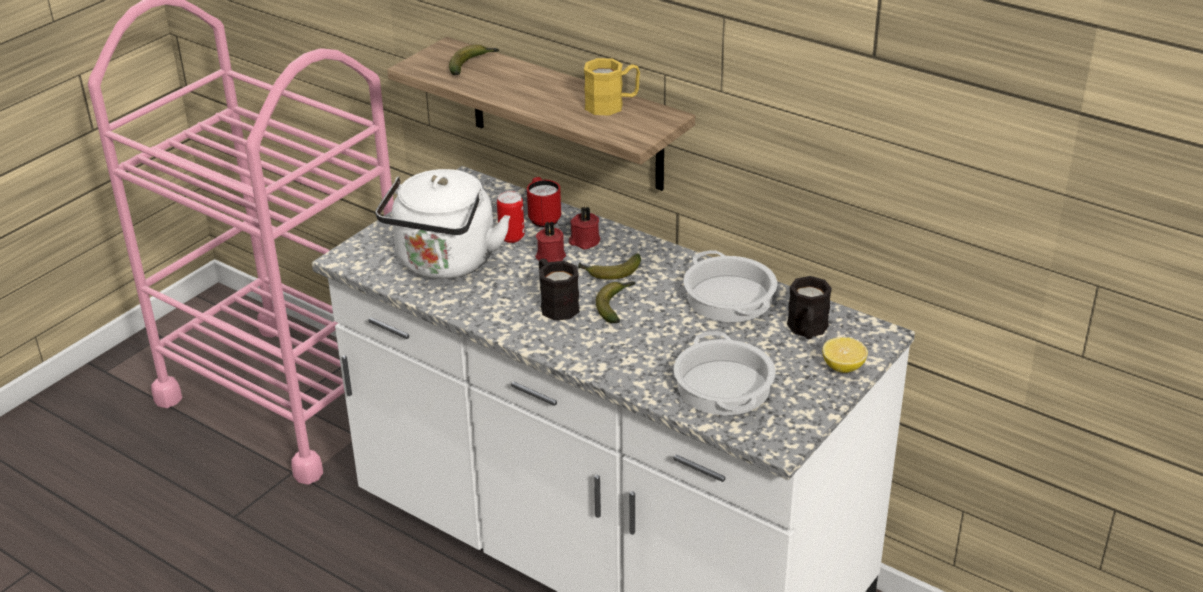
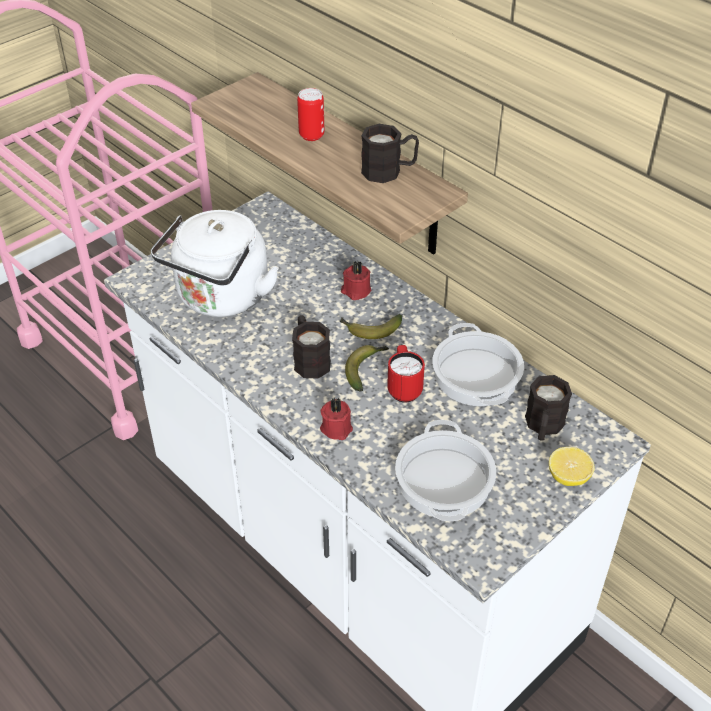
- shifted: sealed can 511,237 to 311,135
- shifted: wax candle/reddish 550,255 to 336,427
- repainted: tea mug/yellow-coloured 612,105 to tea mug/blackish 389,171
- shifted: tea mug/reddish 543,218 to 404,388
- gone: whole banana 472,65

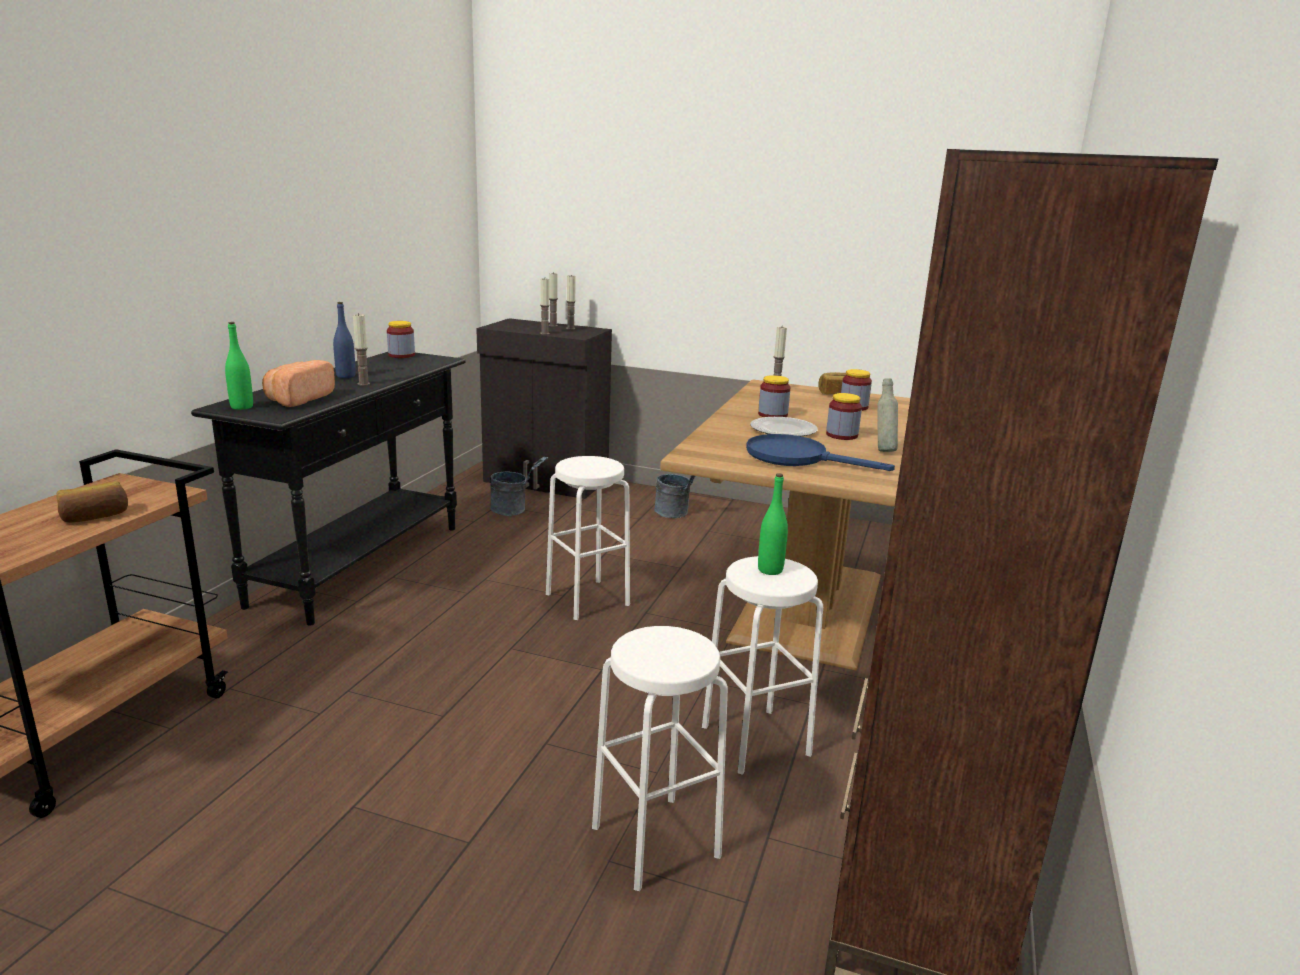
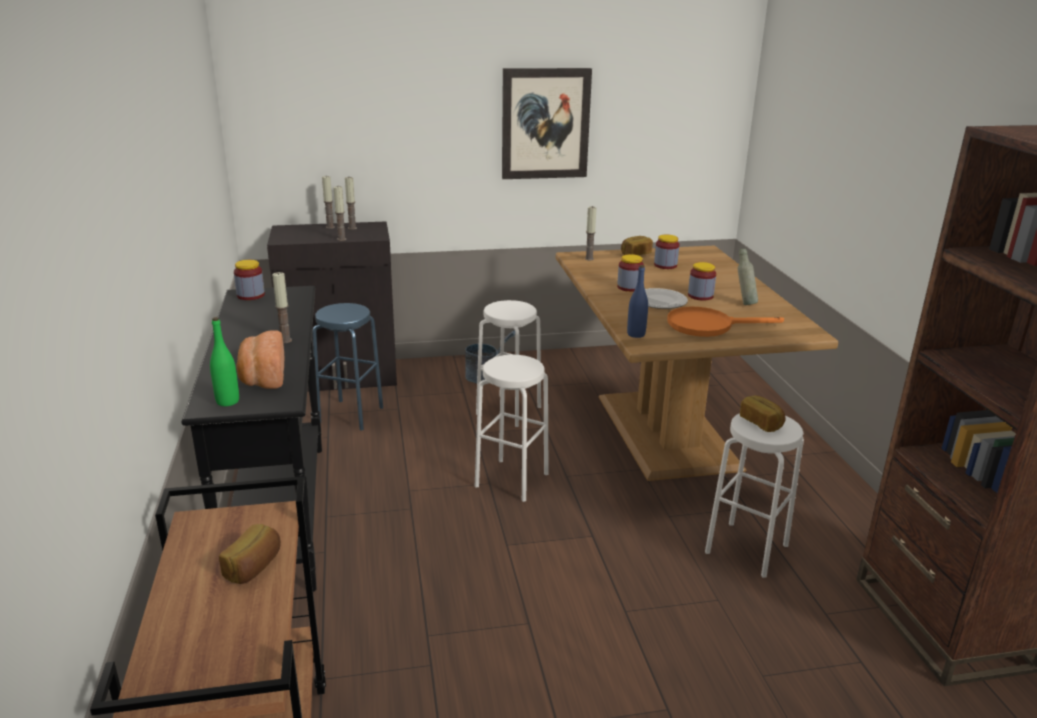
- swapped: water bucket/grey 514,510 to stool/blue-coloured 351,414
- shifted: stool/whitish 655,841 to 508,410
- new: wall art 545,124
- shifted: drink bottle/blue-coloured 346,376 to 636,334
- repainted: skillet/blue-coloured 797,458 to skillet/orange 708,326
- swapped: drink bottle/greenish 770,570 to bakery bread 761,423

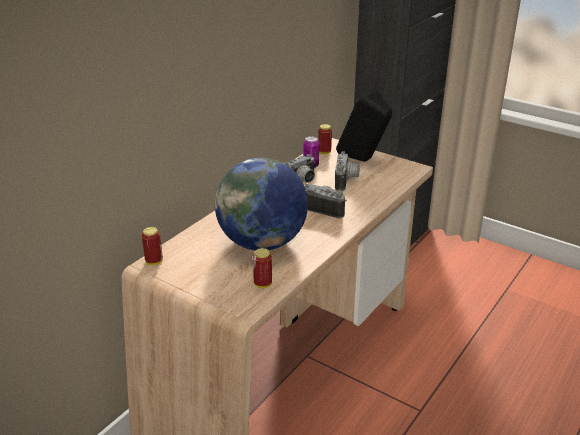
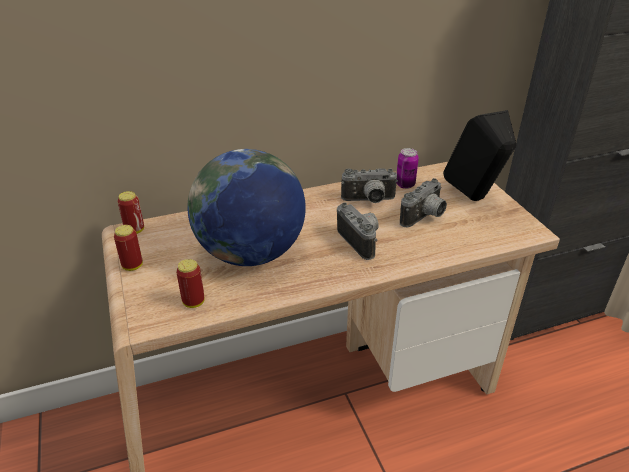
- shifted: sealed can 324,152 to 132,266

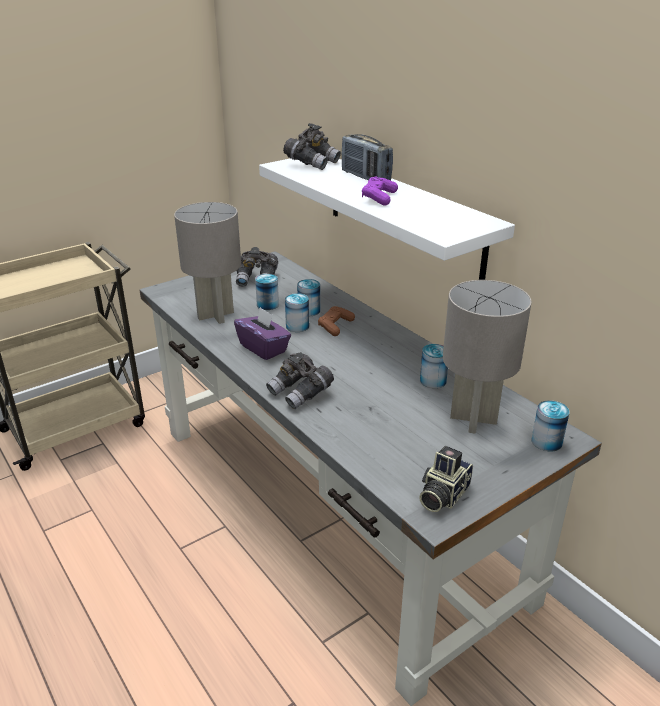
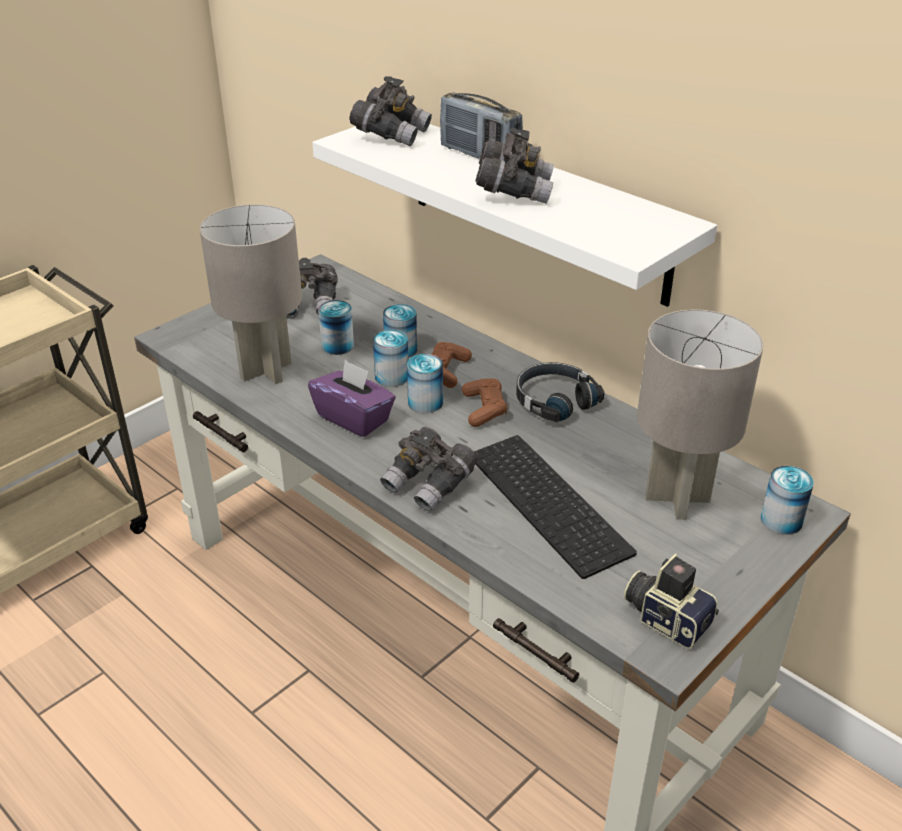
- shifted: sealed can 433,380 to 425,402
- new: joypad/brownish 484,409
- new: keyboard 552,503
- swapped: joypad/purple-coloured 379,198 to binoculars/grey 513,191
- new: headphones/blackish 554,400
- rotated: photo camera 442,495 = 667,618 105 degrees clockwise

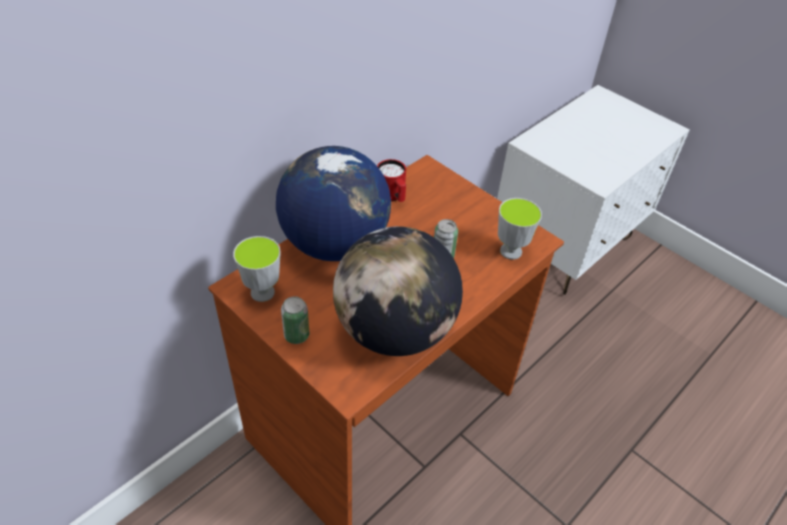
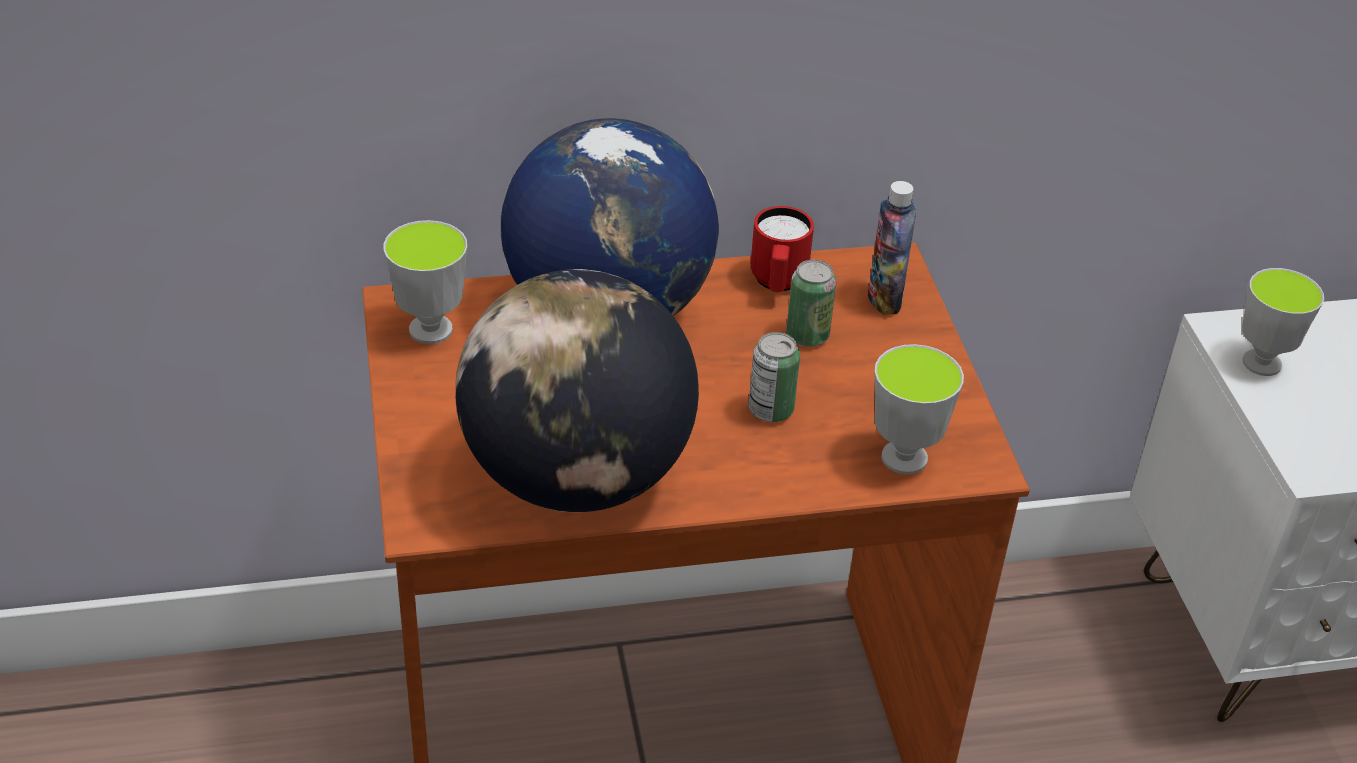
- shifted: sealed can 296,335 to 807,336
- new: drink bottle 884,299
- new: small cup 1261,363

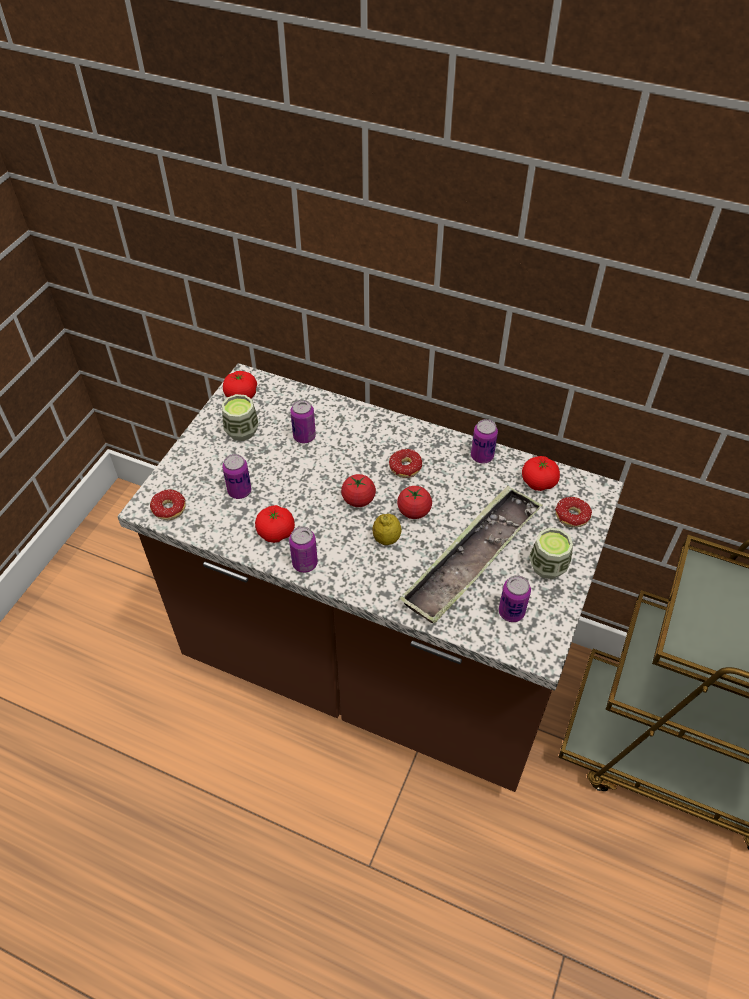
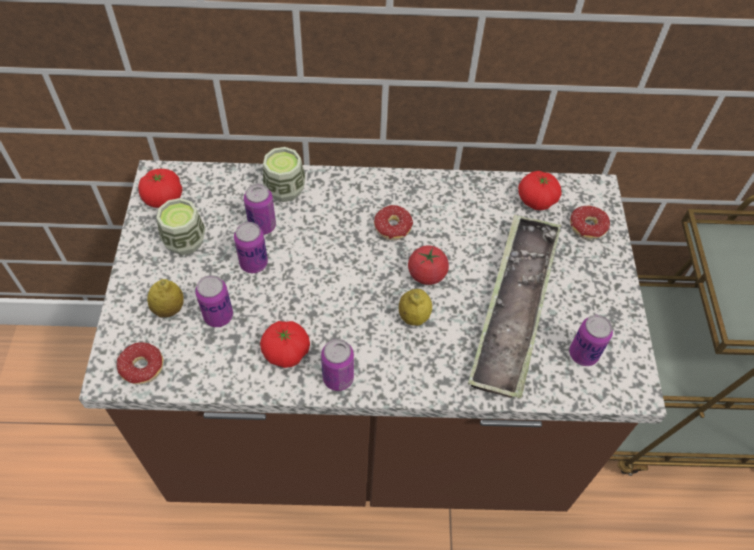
- new: whole lemon 169,309
- shifted: sealed can 482,456 to 254,263
- shifted: small cup 547,566 to 285,189
- gone: tomato 358,499

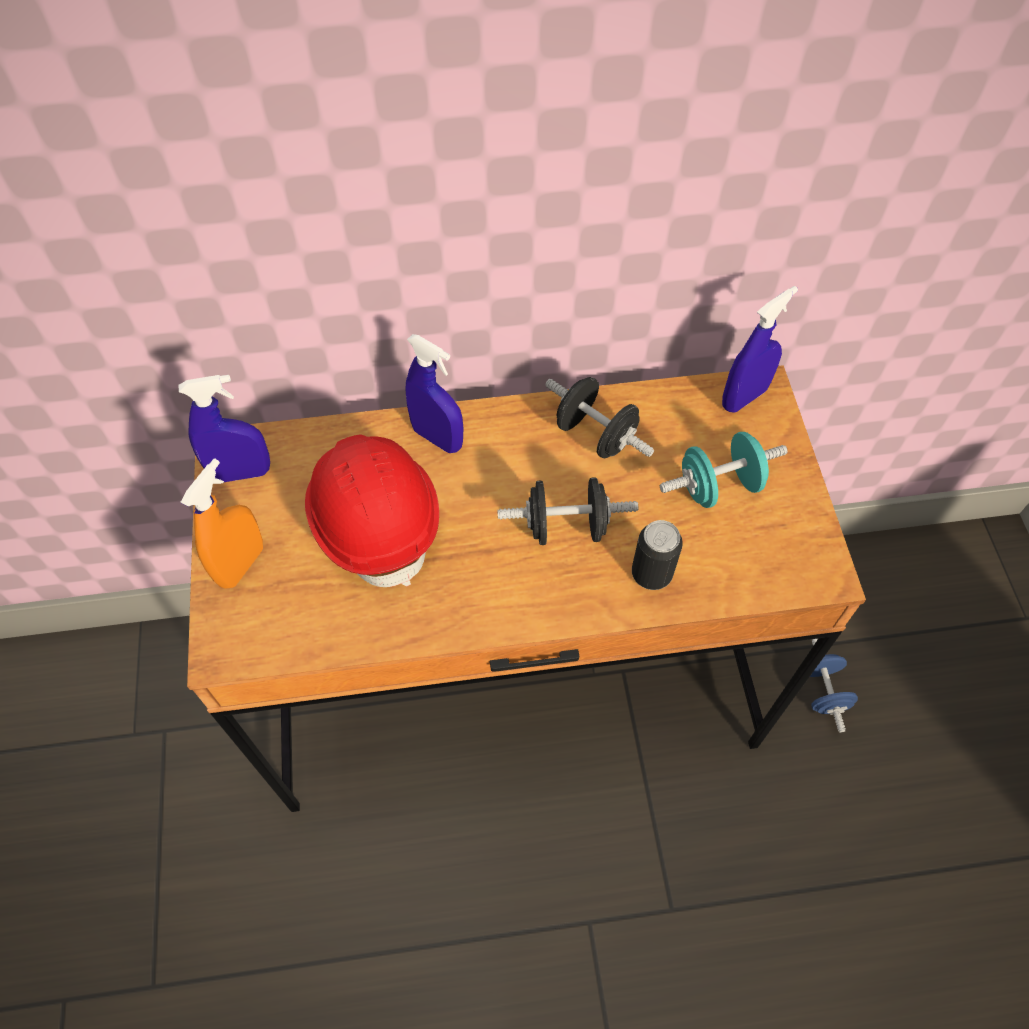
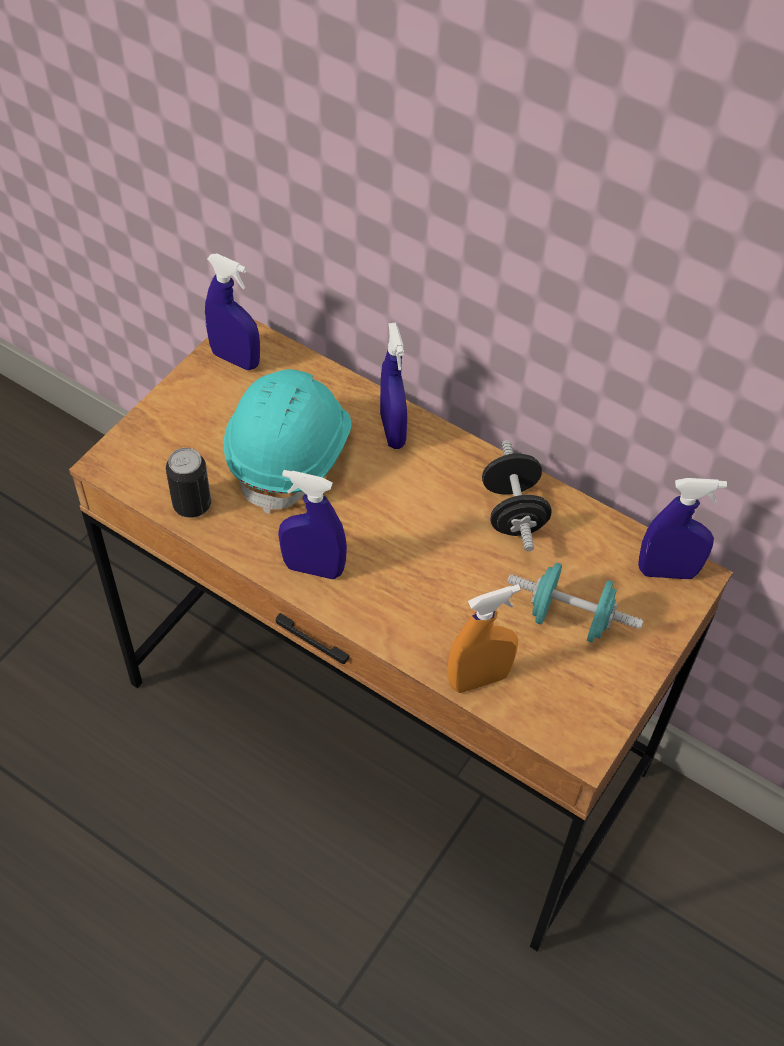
- shifted: sealed can 651,573 to 192,504
- repainted: hard hat/reddish 375,519 to hard hat/turquoise-coloured 291,453
- new: hand sprayer/blue-coloured 313,568
- shifted: hand sprayer/orange 242,565 to 479,679
- gone: dumbbell/blackish 566,527
- gone: dumbbell/blue-coloured 823,692

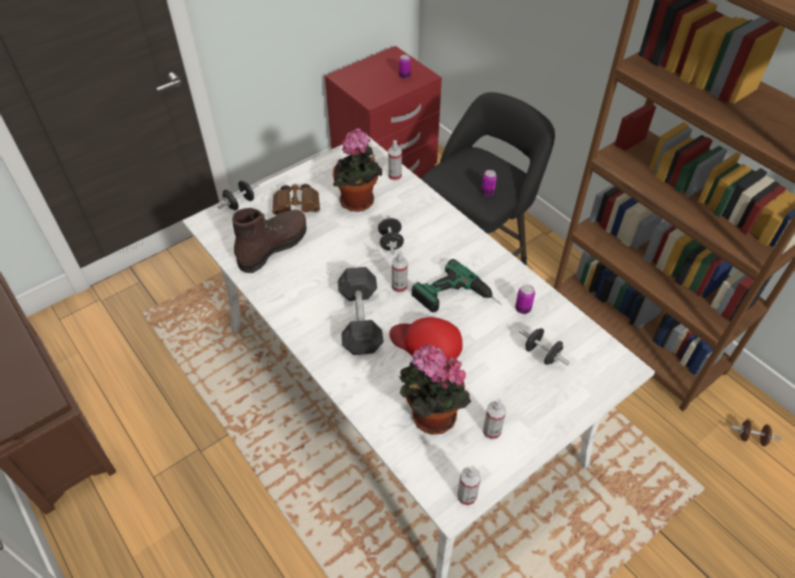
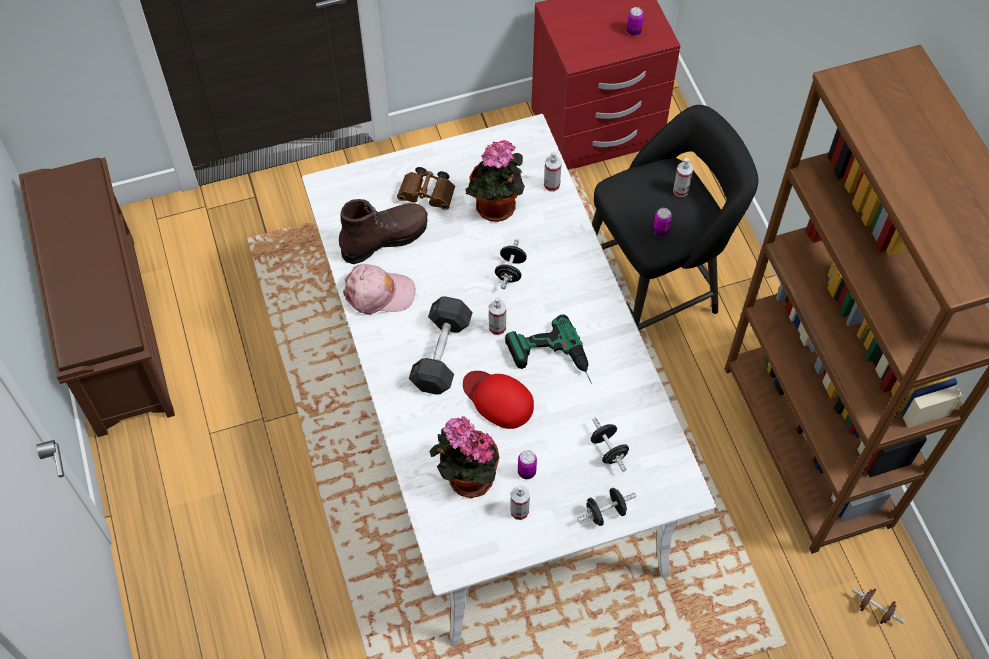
- new: cap/pinkish 379,293
- shifted: sealed can 523,309 to 526,472
- shifted: dumbbell/blackish 240,203 to 605,512
- shifted: hand sprayer 467,496 to 680,190

